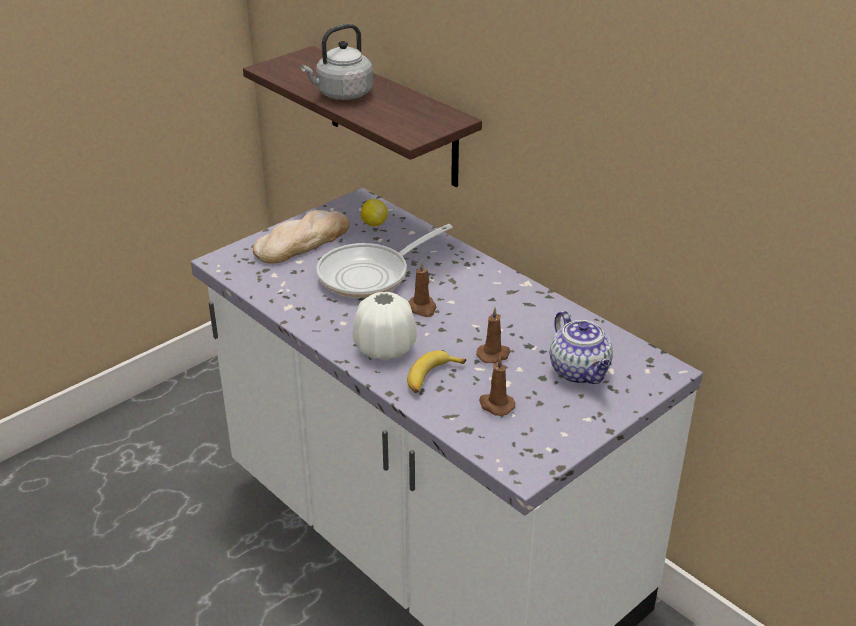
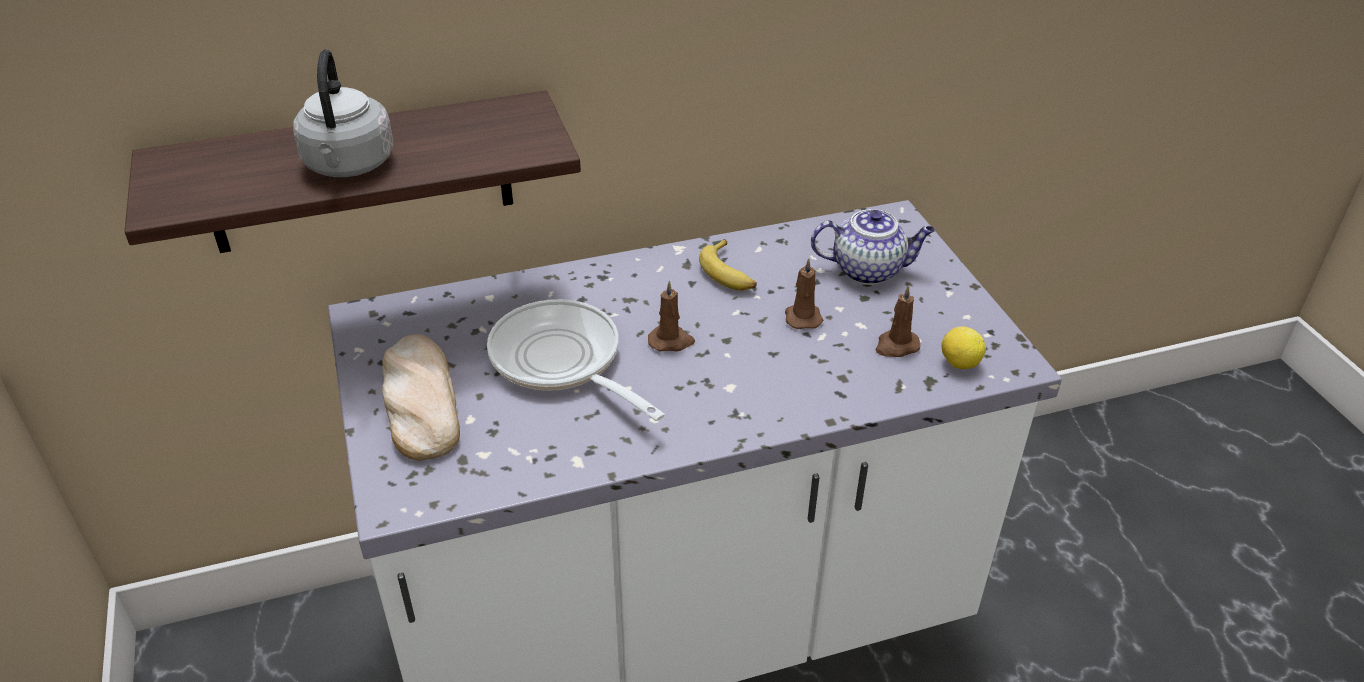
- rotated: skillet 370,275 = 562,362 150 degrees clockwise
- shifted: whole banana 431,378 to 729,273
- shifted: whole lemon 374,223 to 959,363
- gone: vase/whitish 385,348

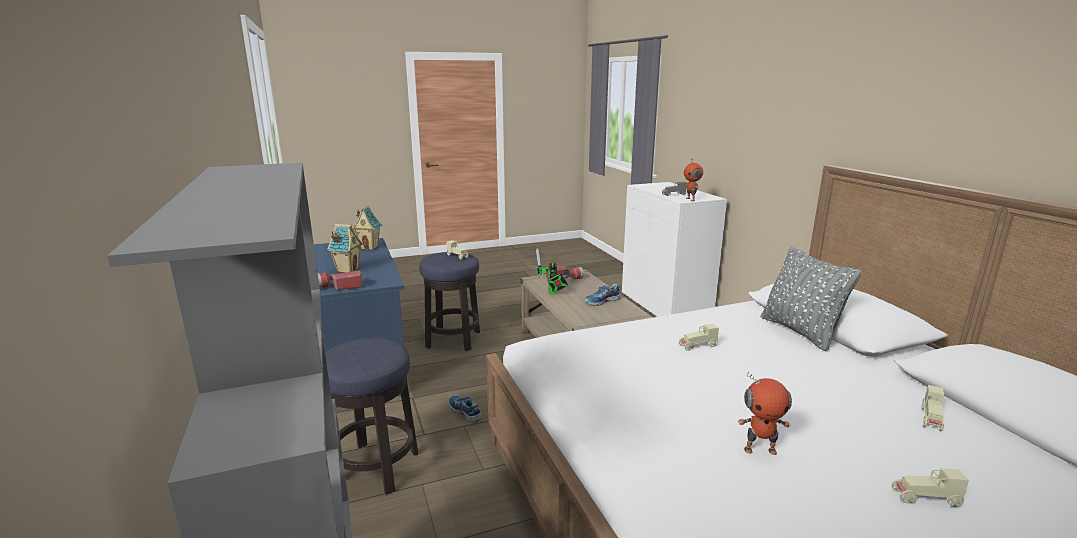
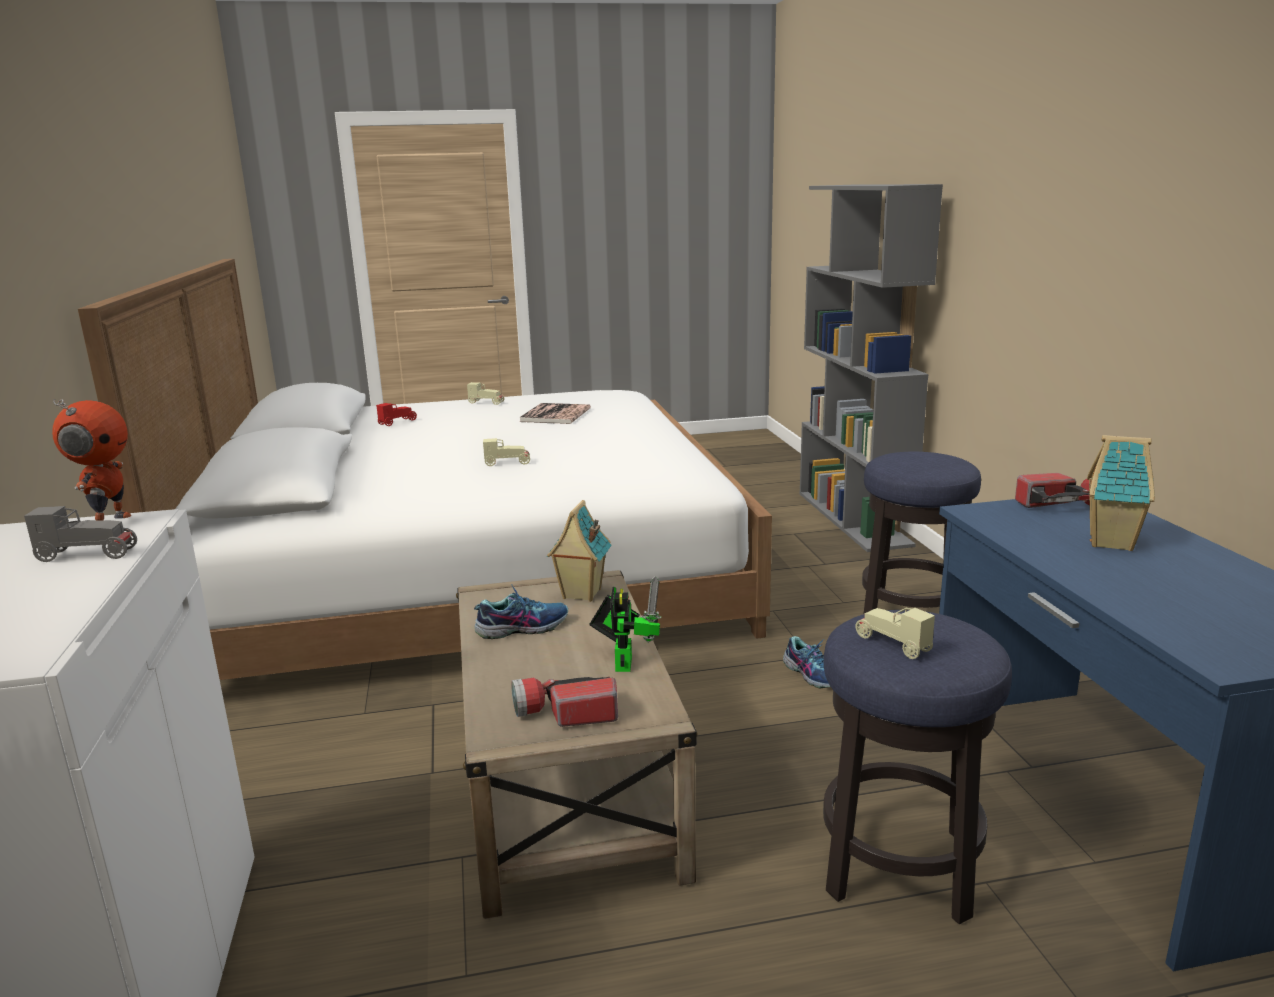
- repainted: model car/sand-coloured 931,419 to model car/reddish 397,422
- swapped: model robot 760,449 to volume 556,415
- shifted: miniature house 369,247 to 580,594
- gone: cushion/grey 800,332

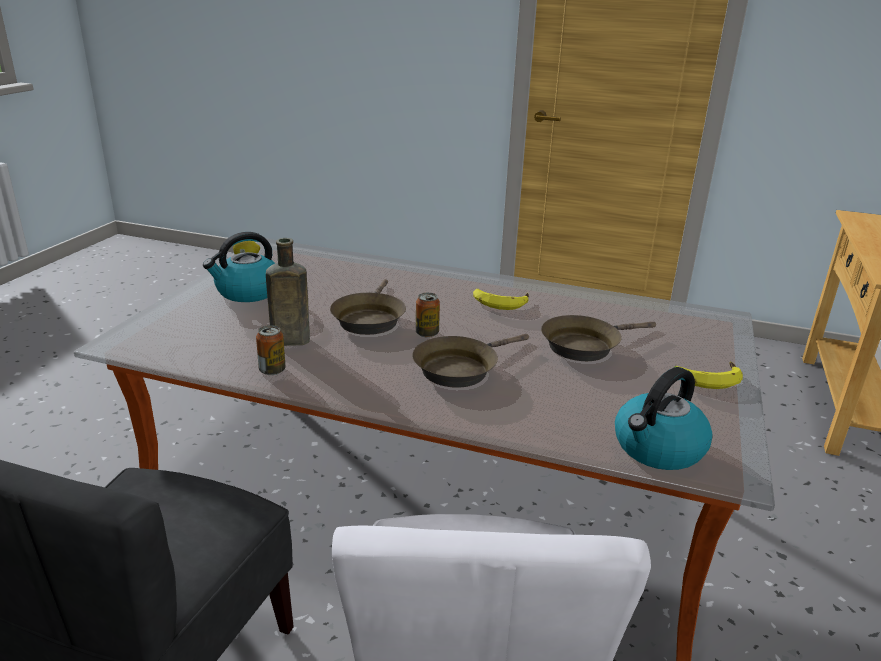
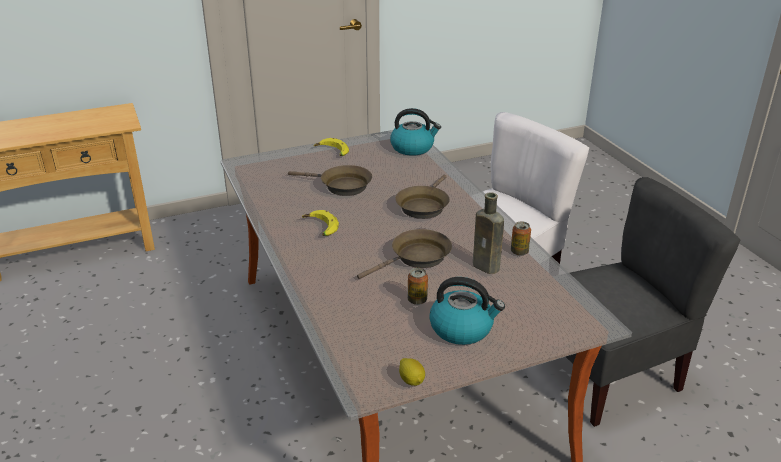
- rotated: skillet/brownish 460,368 = 423,206 105 degrees clockwise
- shifted: sealed can 427,333 to 417,300

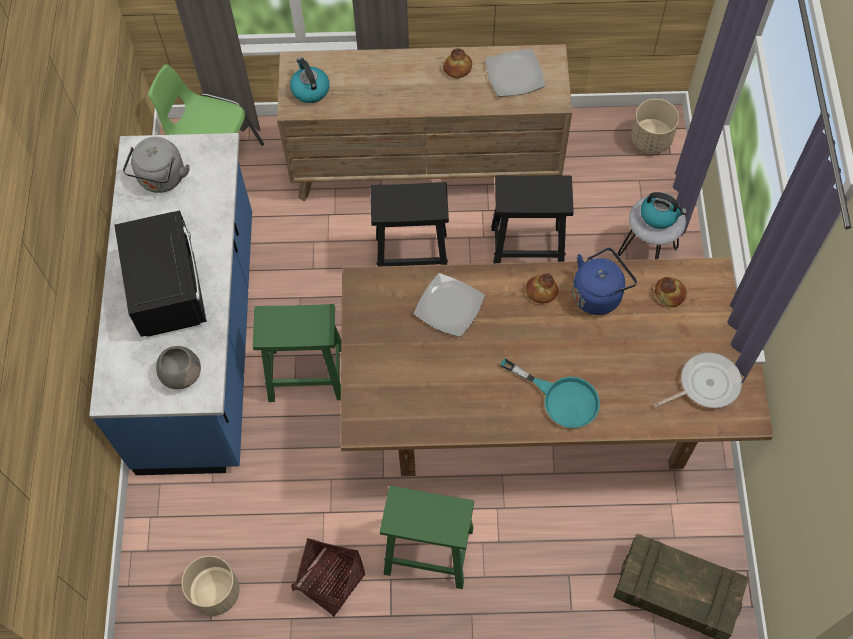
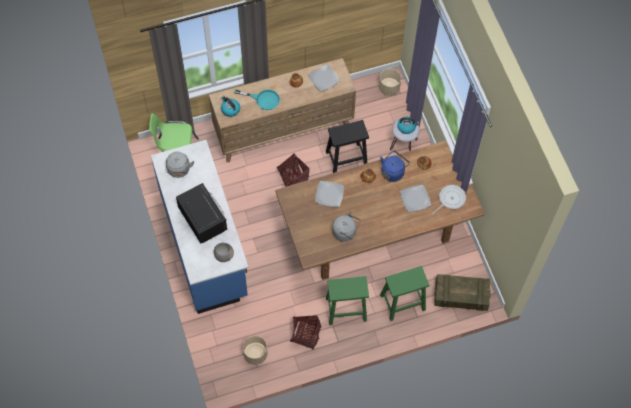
- shifted: skillet/turquoise-coloured 561,398 to 263,99
- swapped: stool/blackish 413,257 to basket 293,176
- new: water kettle/grey 345,232
- shifted: stool/greenish 305,374 to 402,302
- new: dinner plate 415,199

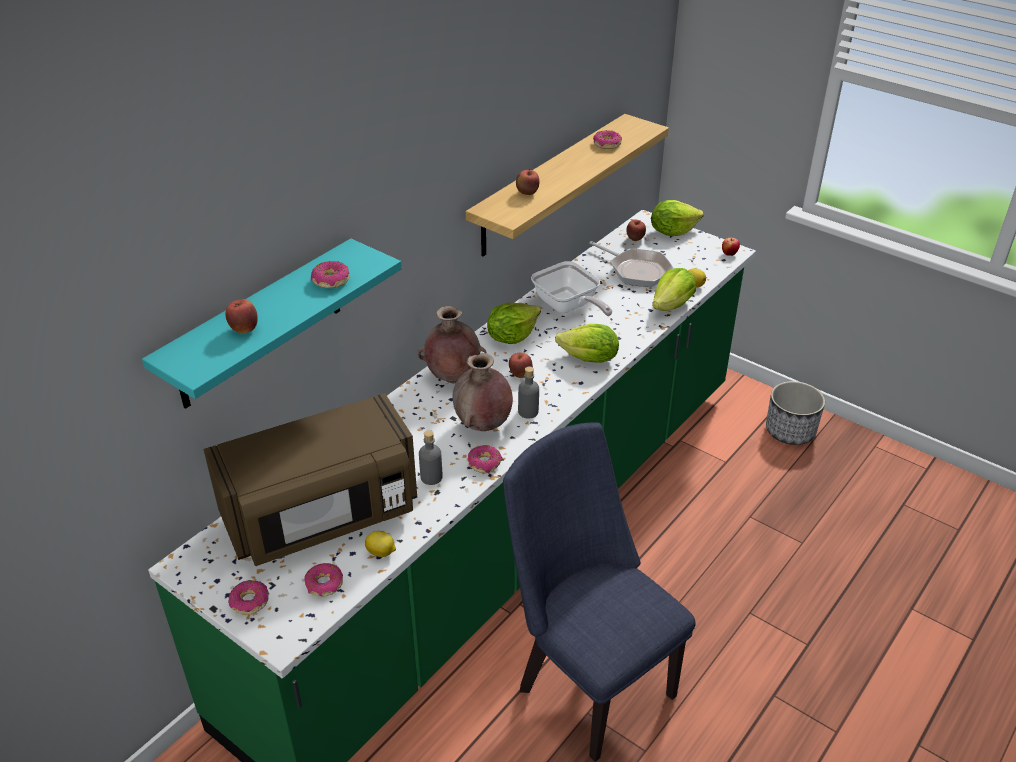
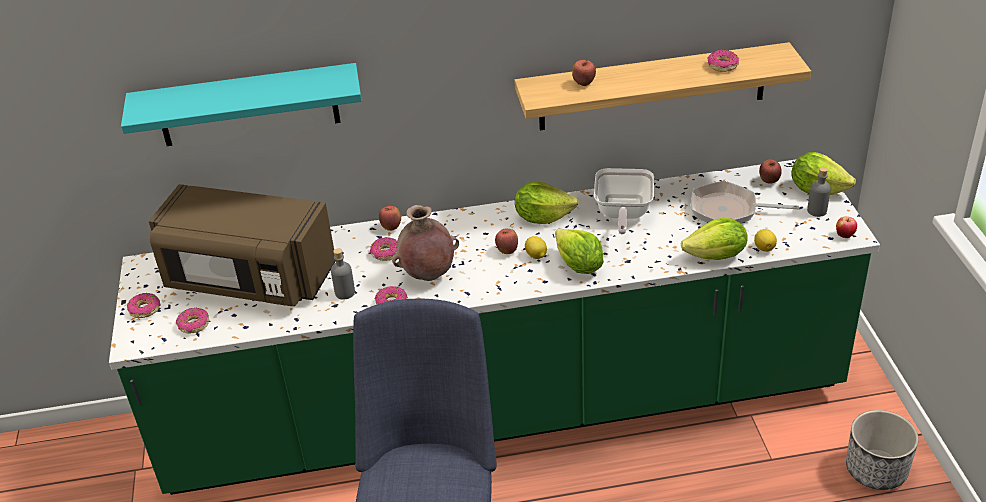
- shifted: donut 331,280 to 385,253
- shifted: apple fruit 244,329 to 391,227
- shifted: whole lemon 381,553 to 536,256
- rotated: skillet 636,270 = 729,210 105 degrees clockwise
- shifted: drink bottle/grey 528,412 to 817,211
- gone: vase/brownish 453,377

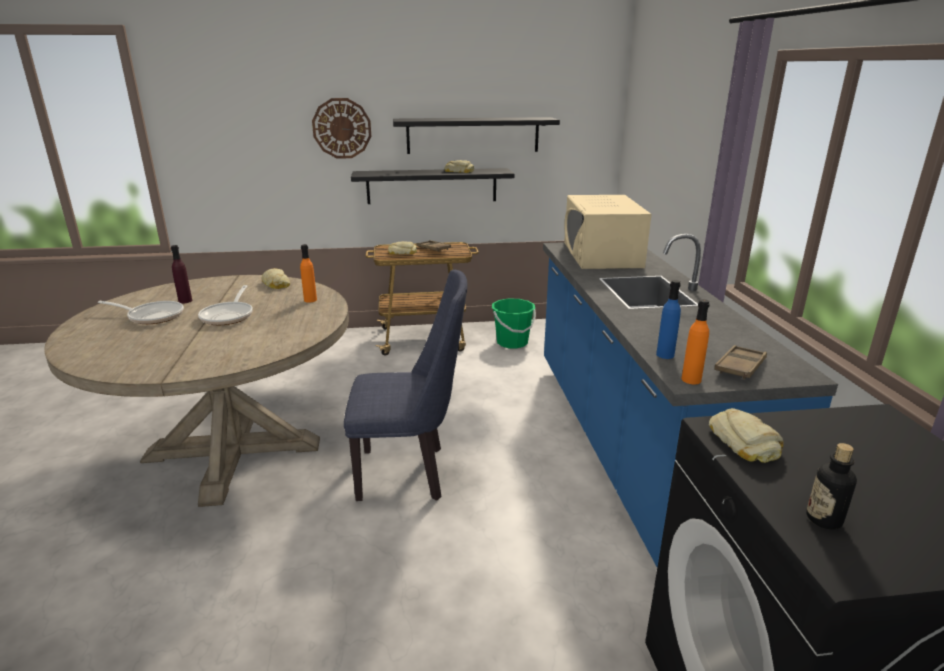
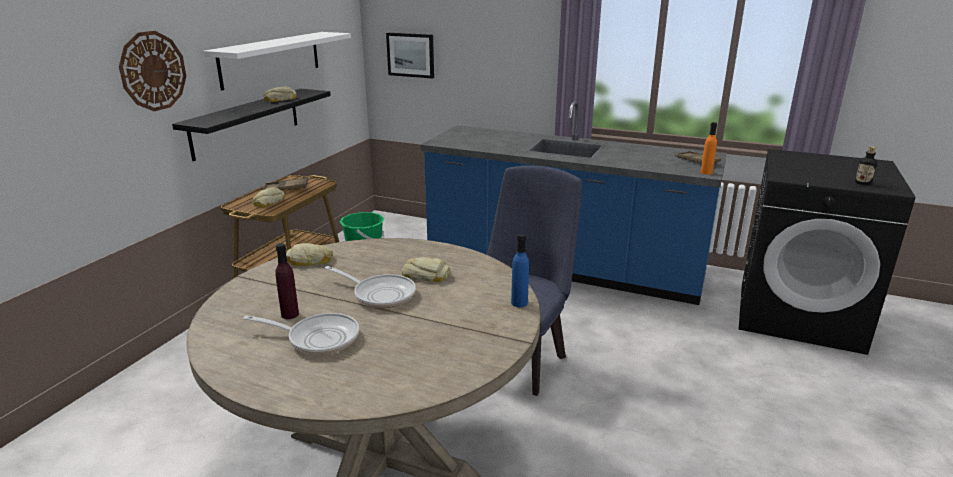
- repainted: shelf/blackish 473,135 to shelf/whitish 271,59
- rotated: skillet 152,316 = 318,338 60 degrees clockwise
- new: wall art 411,55
- shifted: bakery bread 744,442 to 426,274
- shifted: drink bottle/blue-coloured 665,355 to 519,303
- gone: drink bottle/orange 310,300
- gone: kitchen microwave/sand-coloured 602,254

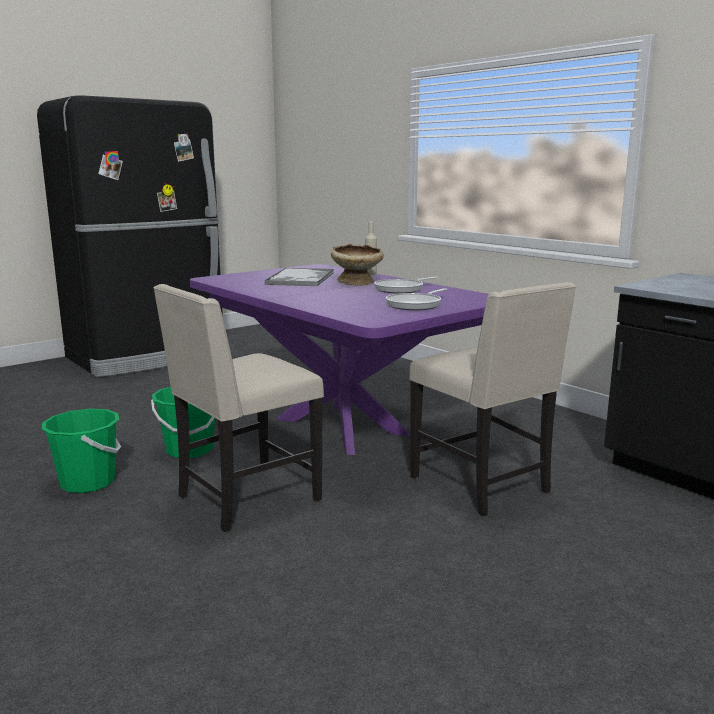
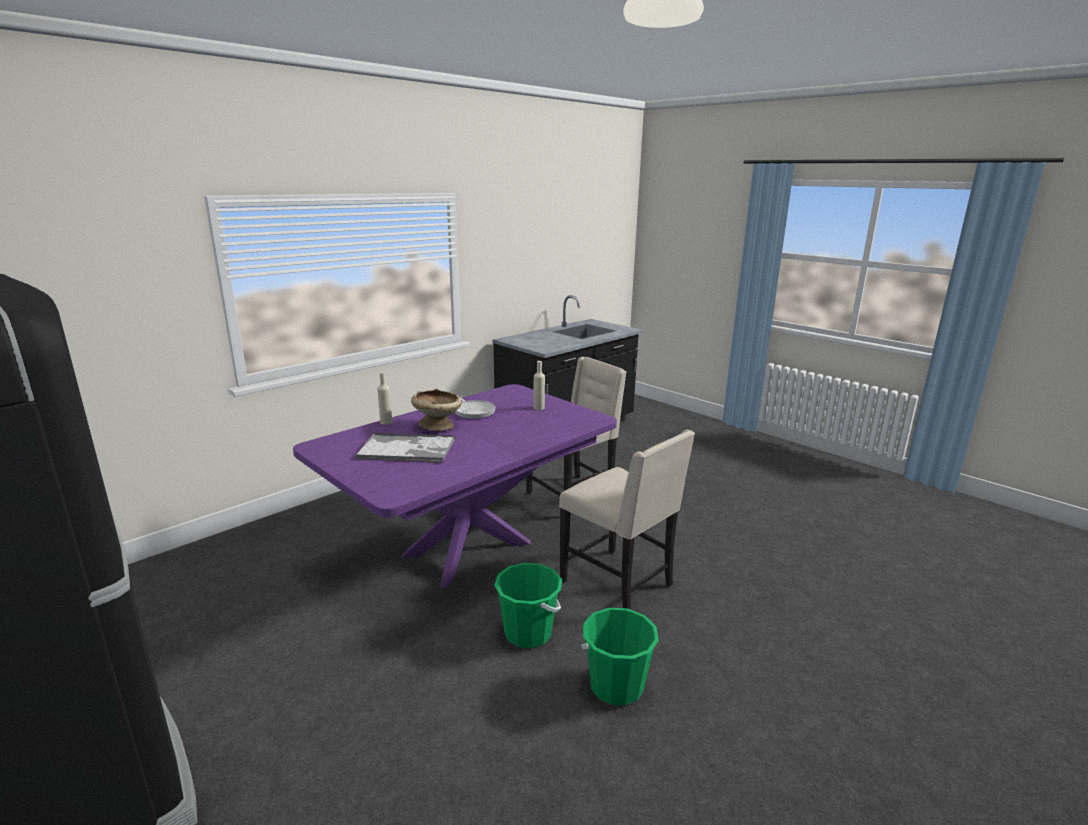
- swapped: skillet 416,304 to drink bottle/sand-coloured 539,408

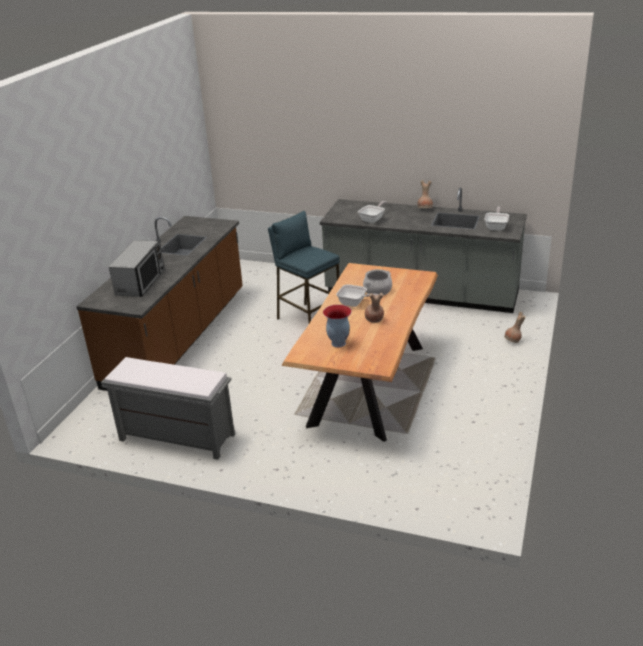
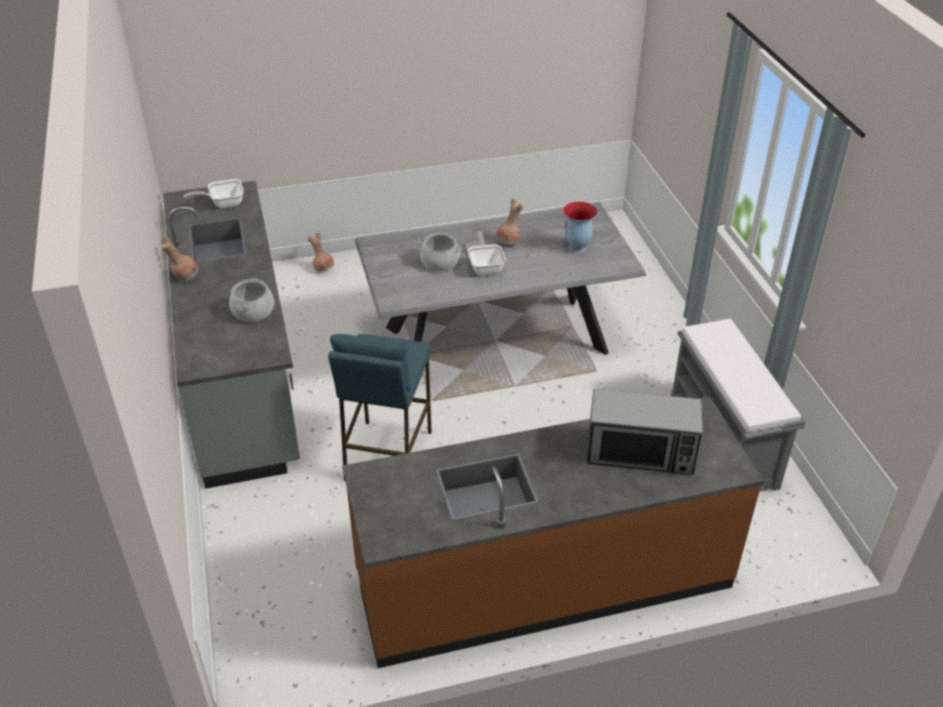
- swapped: skillet 373,219 to saucepot 252,311
- repainted: kitchen table/brownish 368,385 to kitchen table/grey 495,340
- rotated: kitchen microwave 141,282 = 640,452 150 degrees counterclockwise

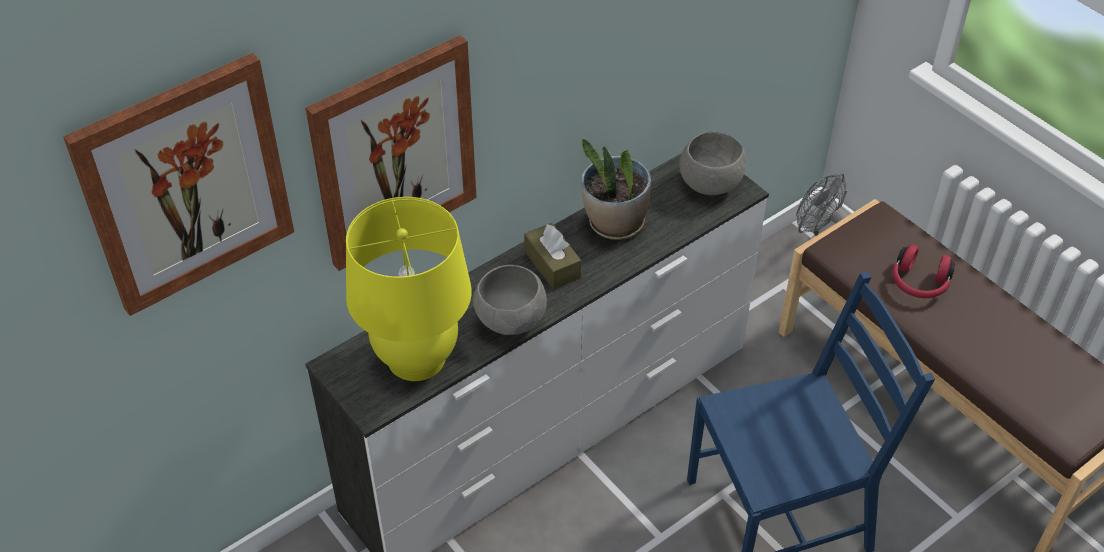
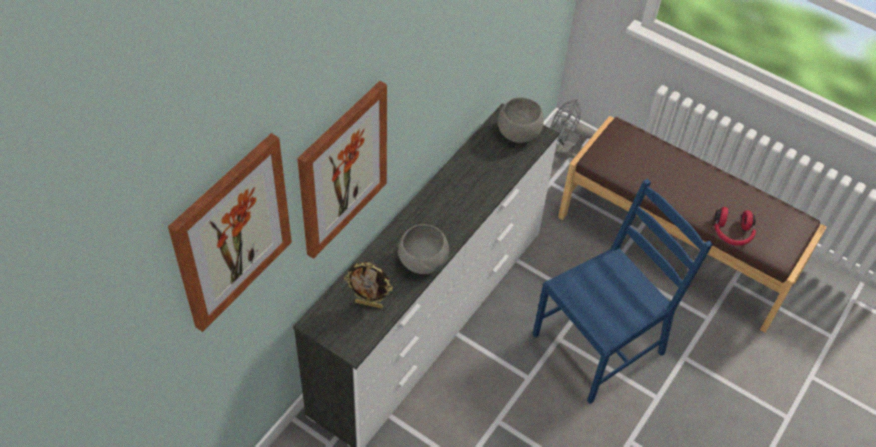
- swapped: lamp for a table/yellow-coloured 416,358 to photo frame 369,304
- shifted: headphones/reddish 919,283 to 732,233
- gone: box of tissues/brownish 552,264
- gone: houseplant 615,223

